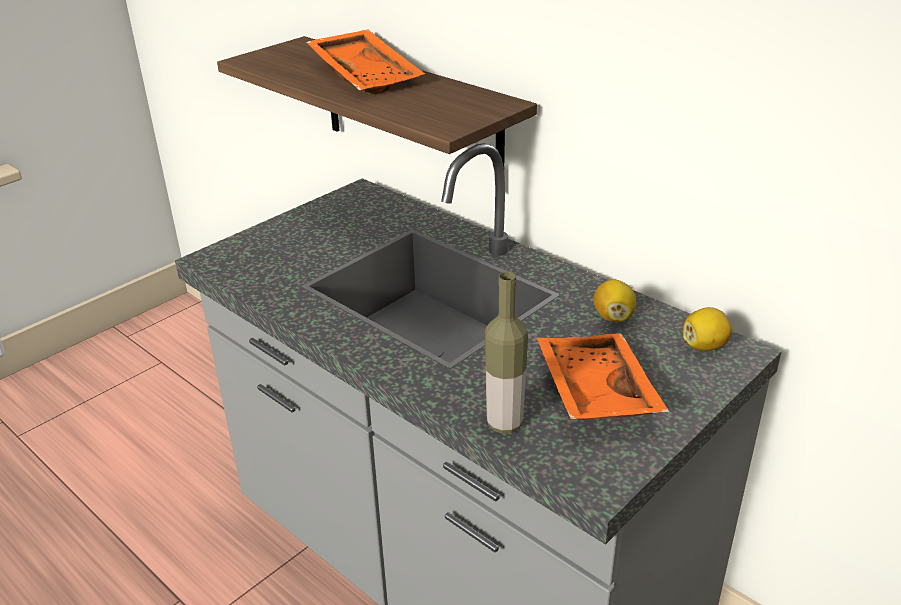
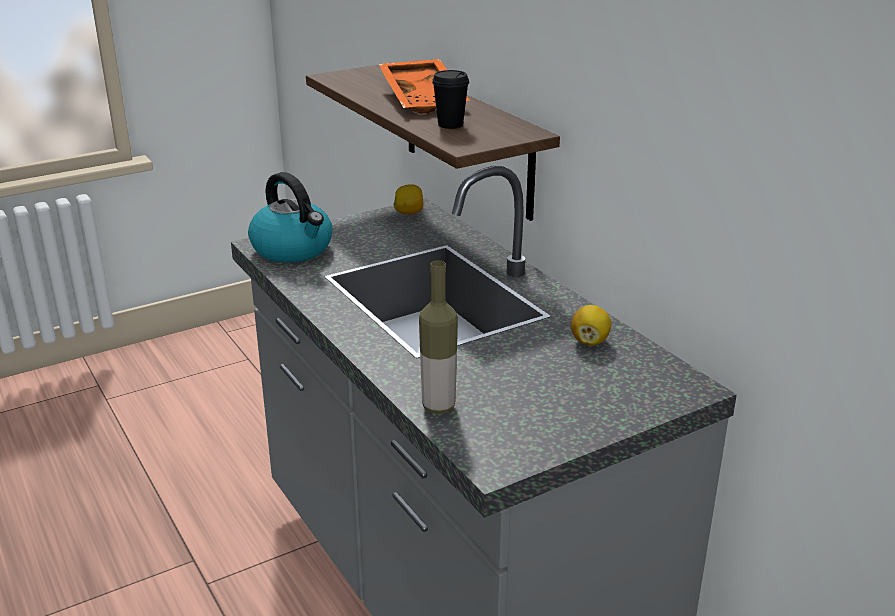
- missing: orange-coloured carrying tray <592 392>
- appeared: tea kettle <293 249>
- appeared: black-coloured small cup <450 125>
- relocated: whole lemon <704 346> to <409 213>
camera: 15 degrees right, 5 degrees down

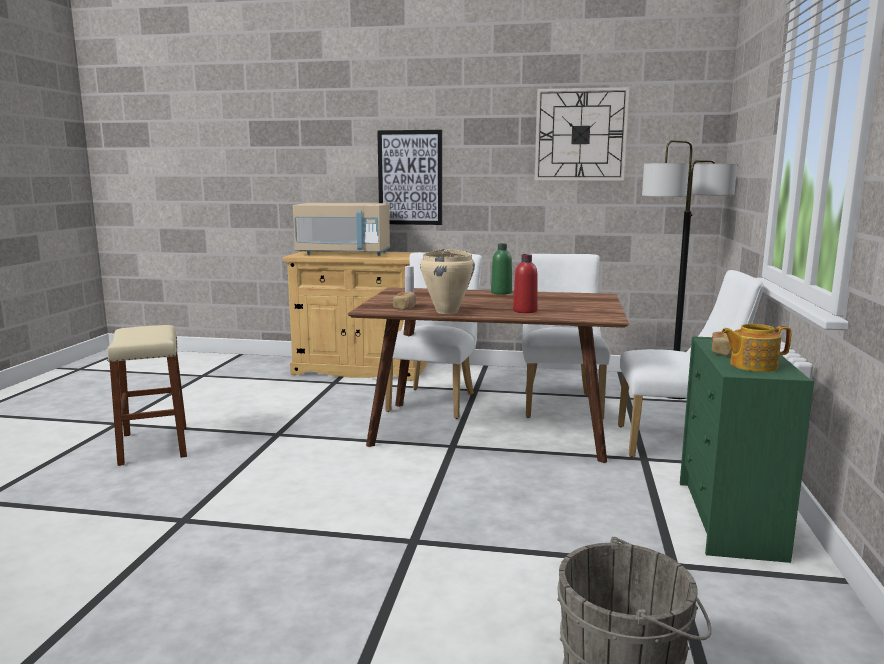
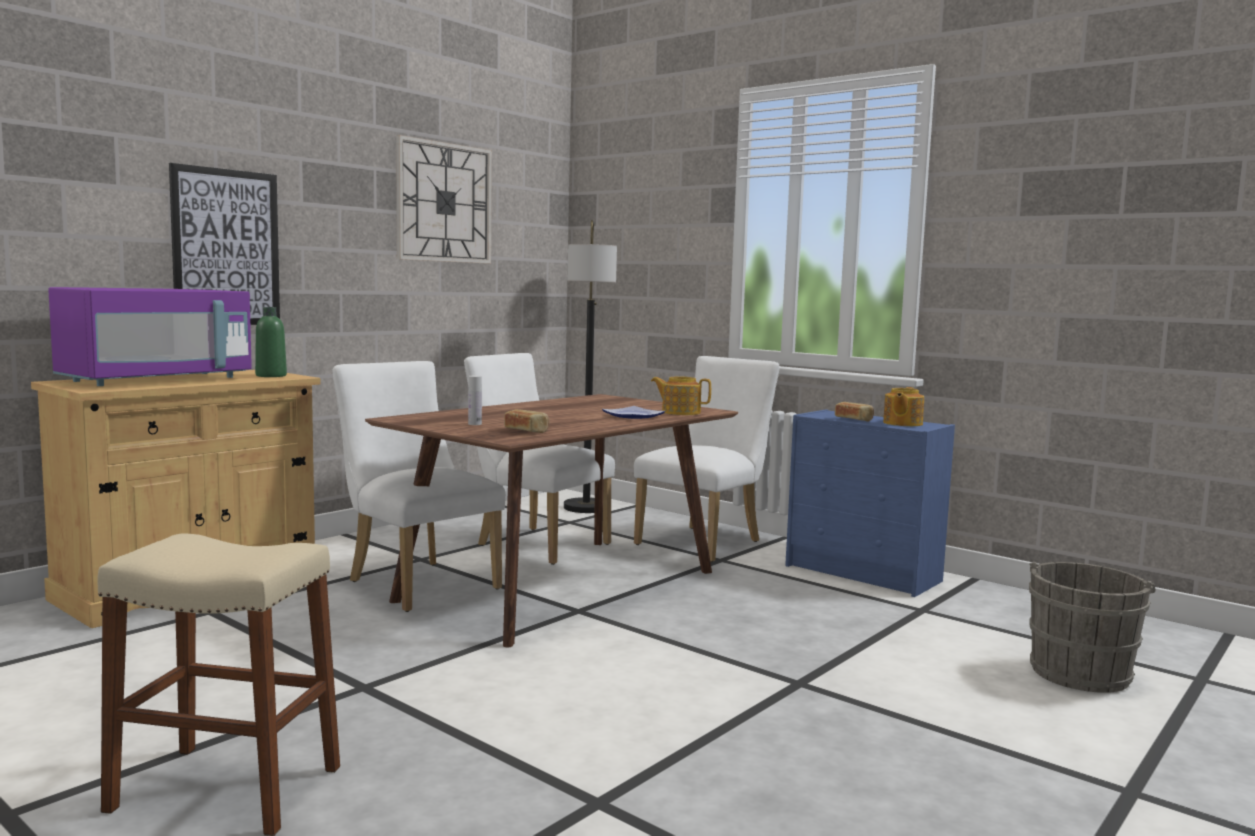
- missing: beige-coloured cooking pot <447 311>
- appeared: tea pot <680 412>
- relocated: green bottle <501 293> to <271 375>
- exchanged: red-coloured bottle <525 311> to flat dish <633 416>
- colour: beige-coloured microwave oven <344 254> to purplish microwave oven <157 380>
- colour: green drawer chest <729 520> to blue-coloured drawer chest <864 574>
camera: 60 degrees left, 5 degrees down

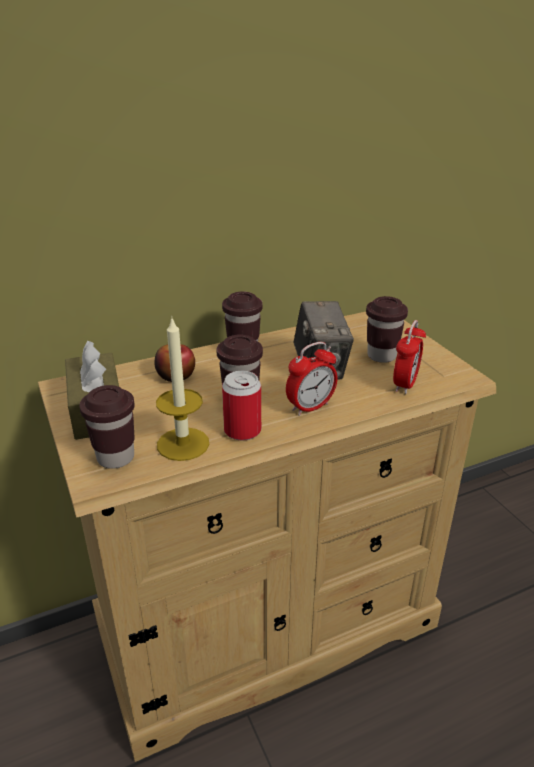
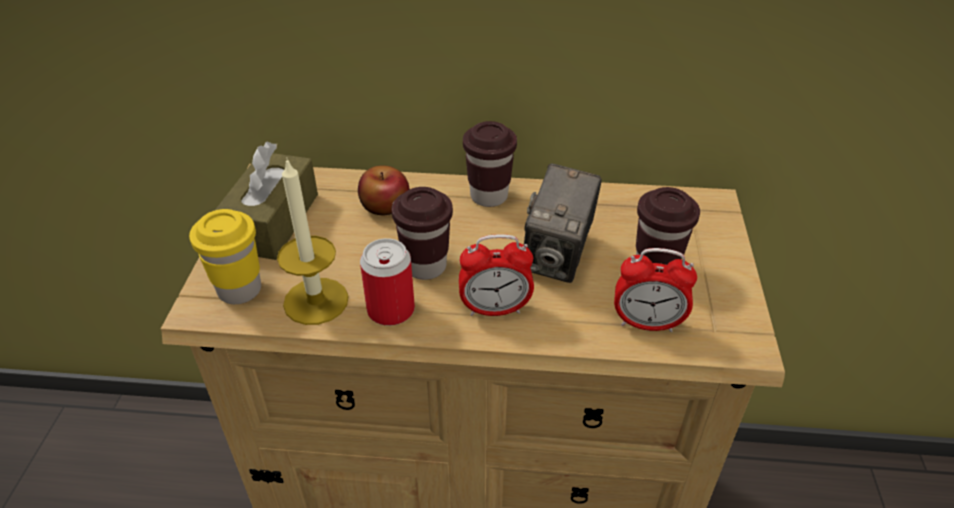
- colour: brownish small cup <115 457> to yellow small cup <239 290>
- spun: alarm clock <405 384> = <647 323> 45 degrees clockwise
camera: 30 degrees right, 10 degrees up

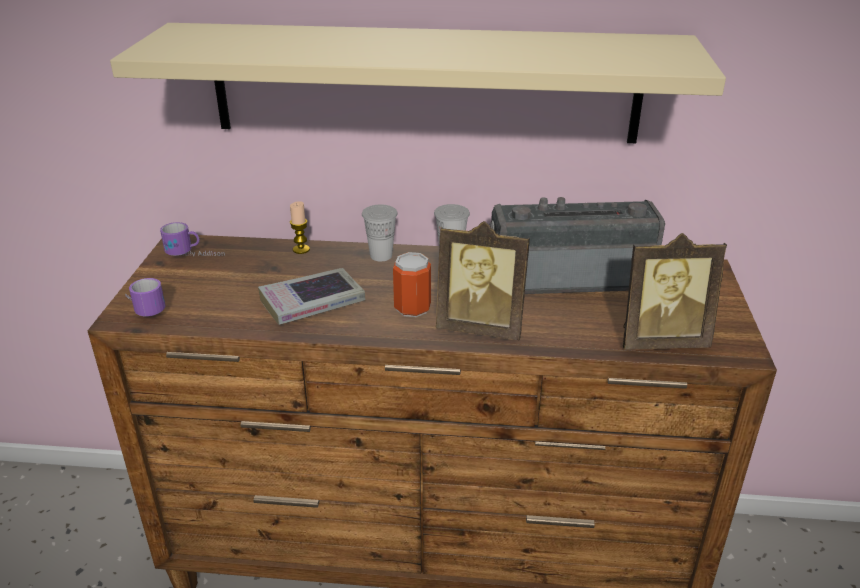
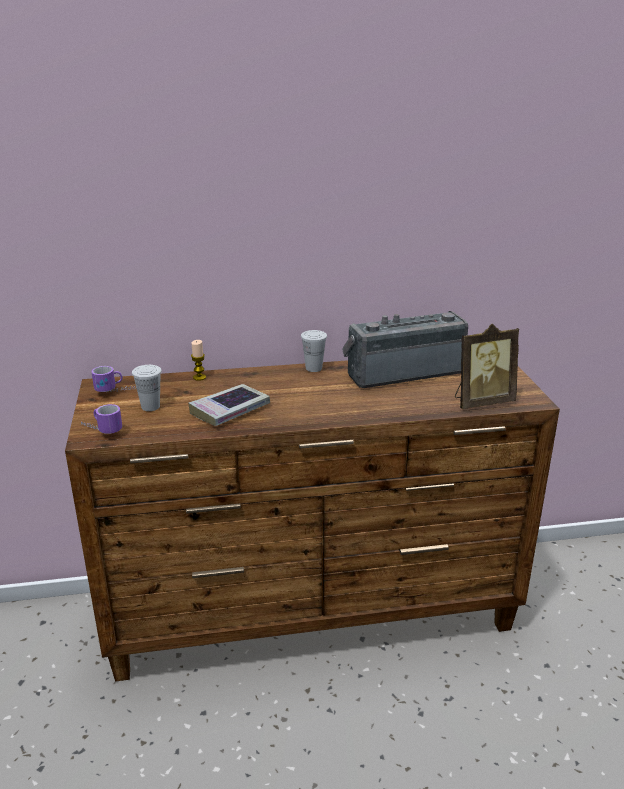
- missing: beige-coloured bracket shelf <424 83>
- missing: sealed can <412 308>
- missing: standing frame <481 327>
- relocated: whitish small cup <381 256> to <150 407>
camera: 15 degrees left, 5 degrees down

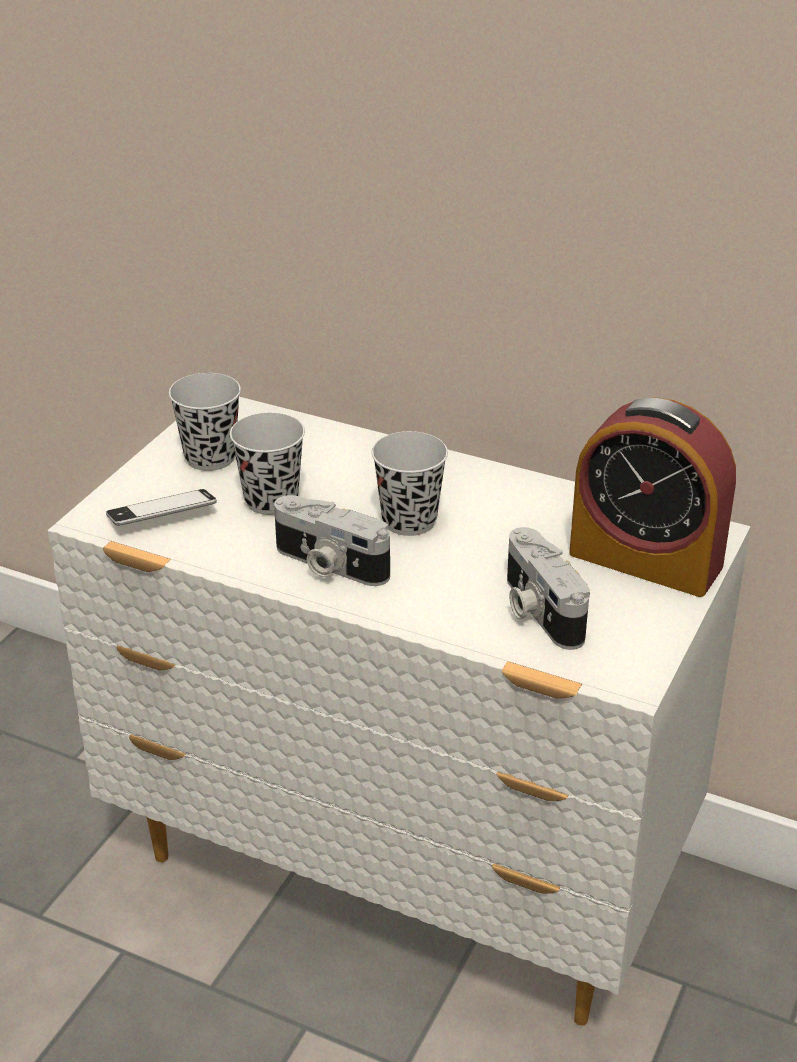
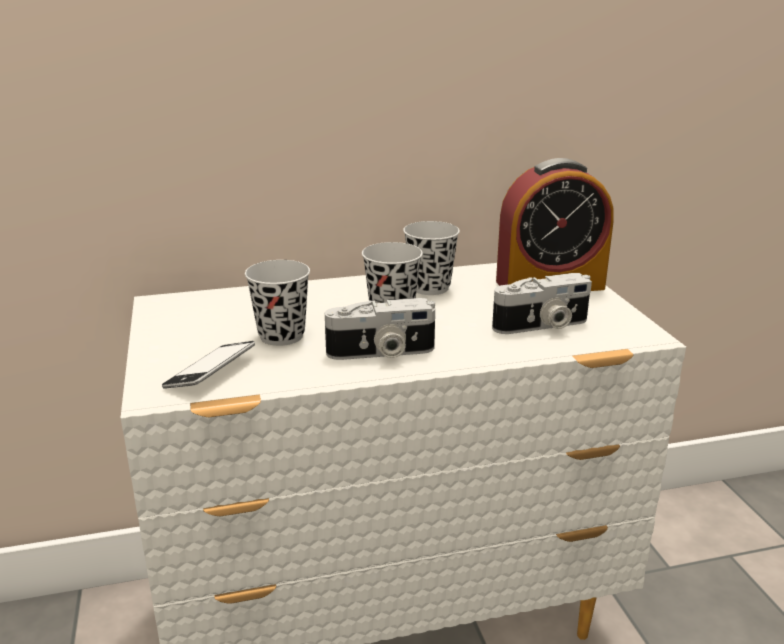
- relocated: black-coloured small cup <210 458> to <430 287>
- spun: photo camera <538 610> = <542 326> 45 degrees counterclockwise
camera: 40 degrees left, 10 degrees down

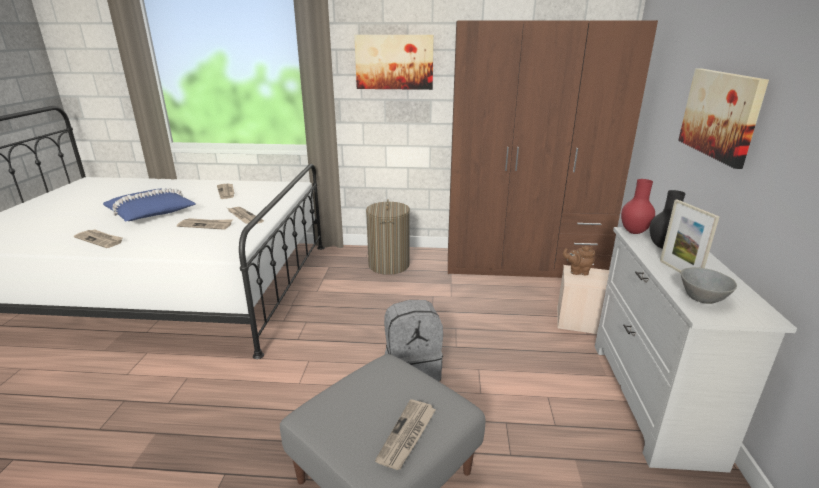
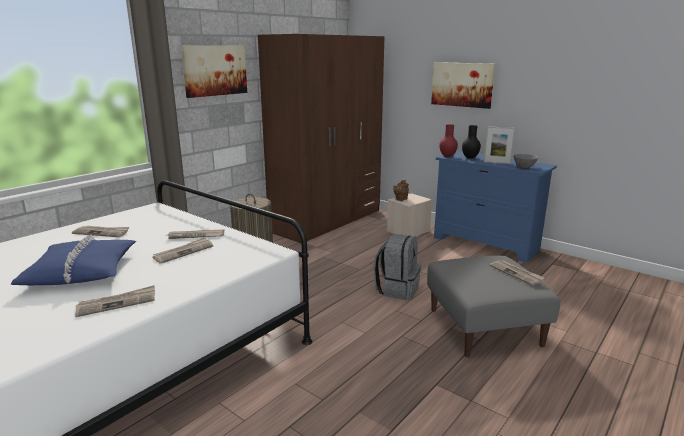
- colour: whitish drawer chest <651 399> to blue-coloured drawer chest <485 244>
camera: 55 degrees left, 5 degrees down

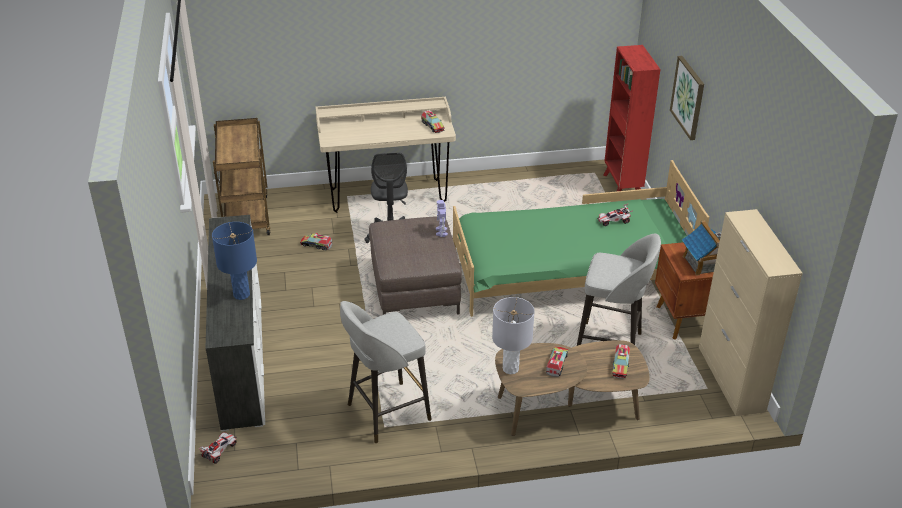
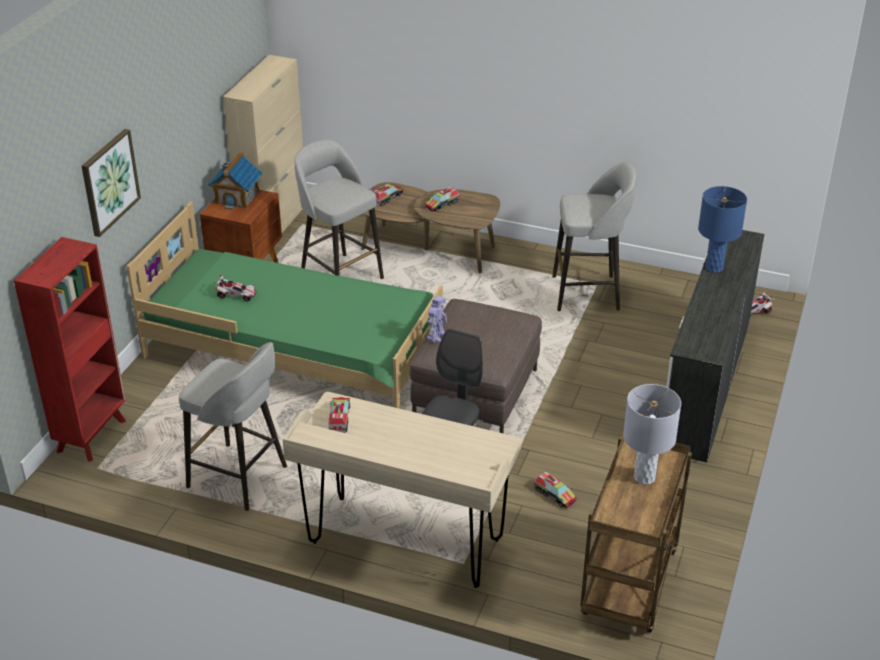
- appeared: grey stool <239 478>
- relocated: grey lamp for a table <510 368> to <644 477>
camera: 150 degrees left, 0 degrees up

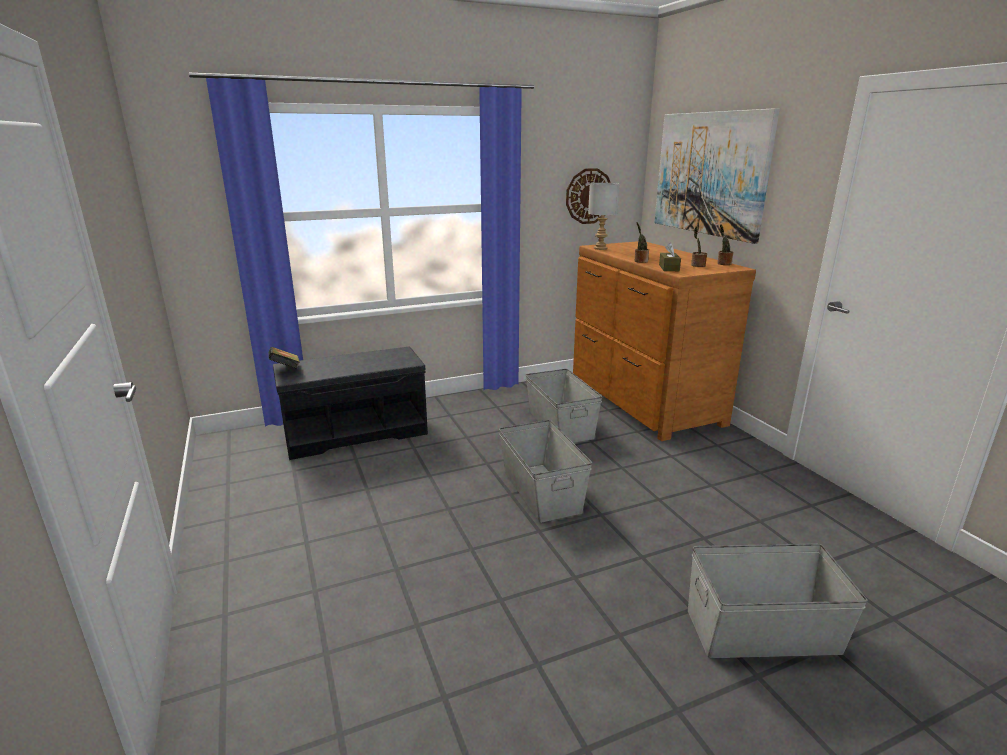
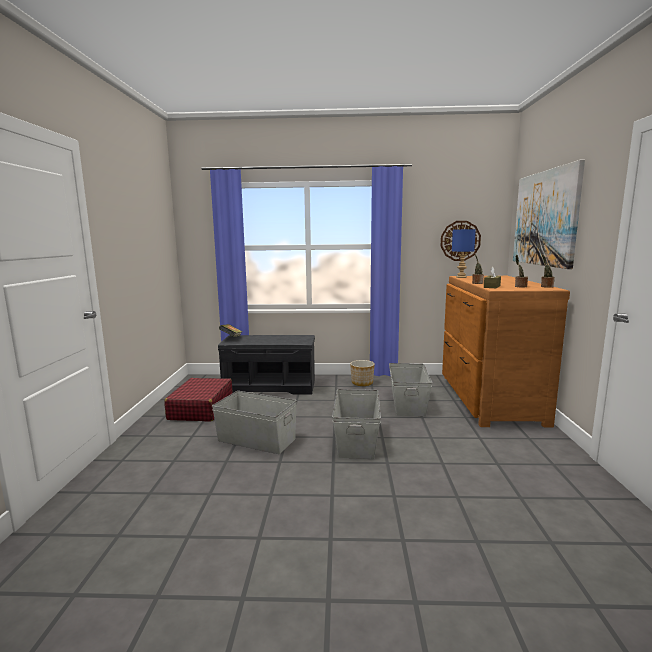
- appeared: red-coloured piece of luggage <201 408>
- appeared: flower pot <362 383>
- relocated: grey storage container <763 632> to <256 440>
- colour: grey lamp for a table <601 248> to blue-coloured lamp for a table <461 277>
camera: 25 degrees right, 10 degrees down

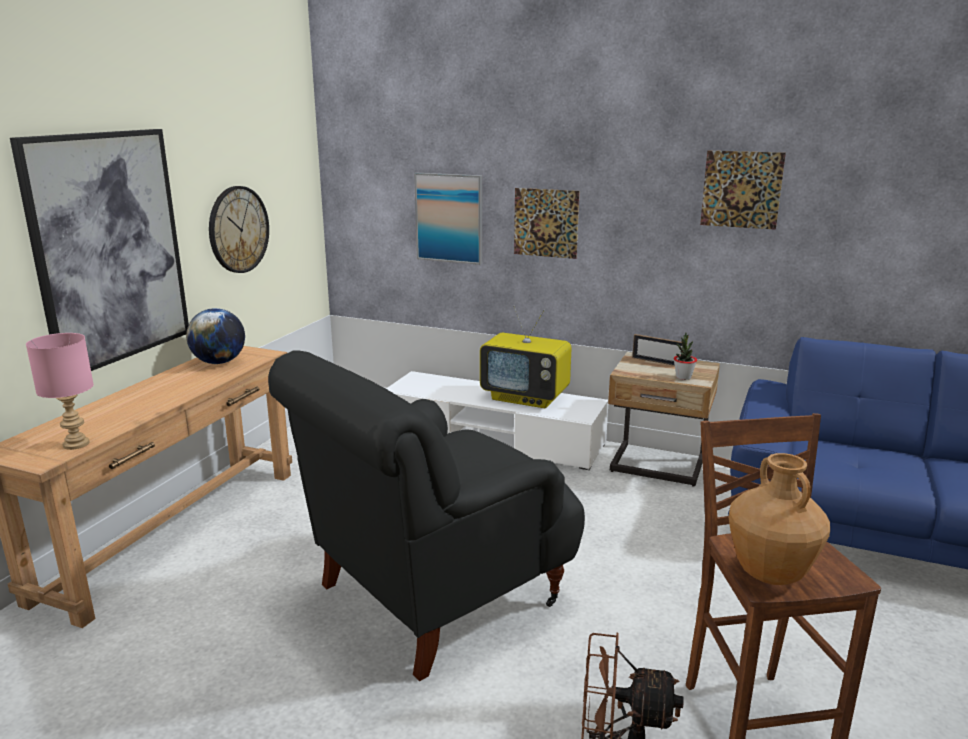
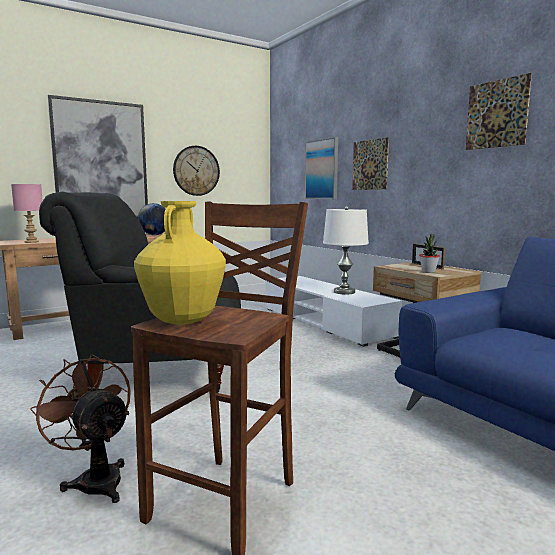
- exchanged: TV <526 398> to whitish lamp for a table <344 292>
- colour: brownish flower vase <769 574> to yellow flower vase <183 321>
camera: 35 degrees right, 10 degrees down

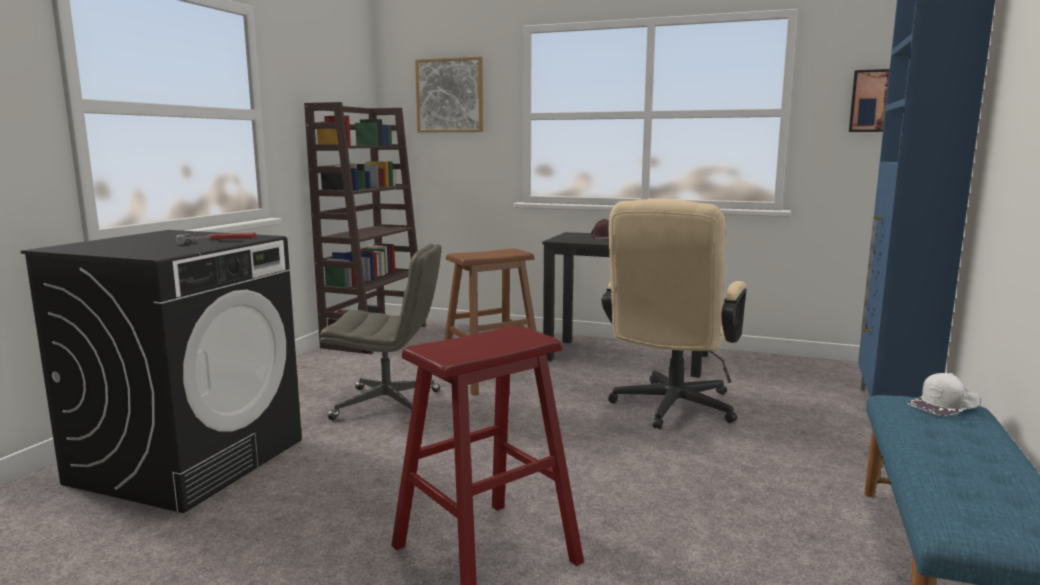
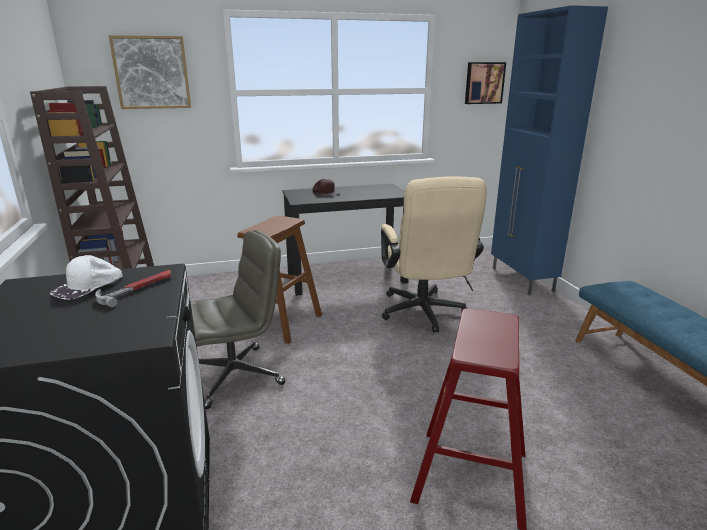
- relocated: whitish cap <945 406> to <89 286>
camera: 35 degrees left, 10 degrees up

